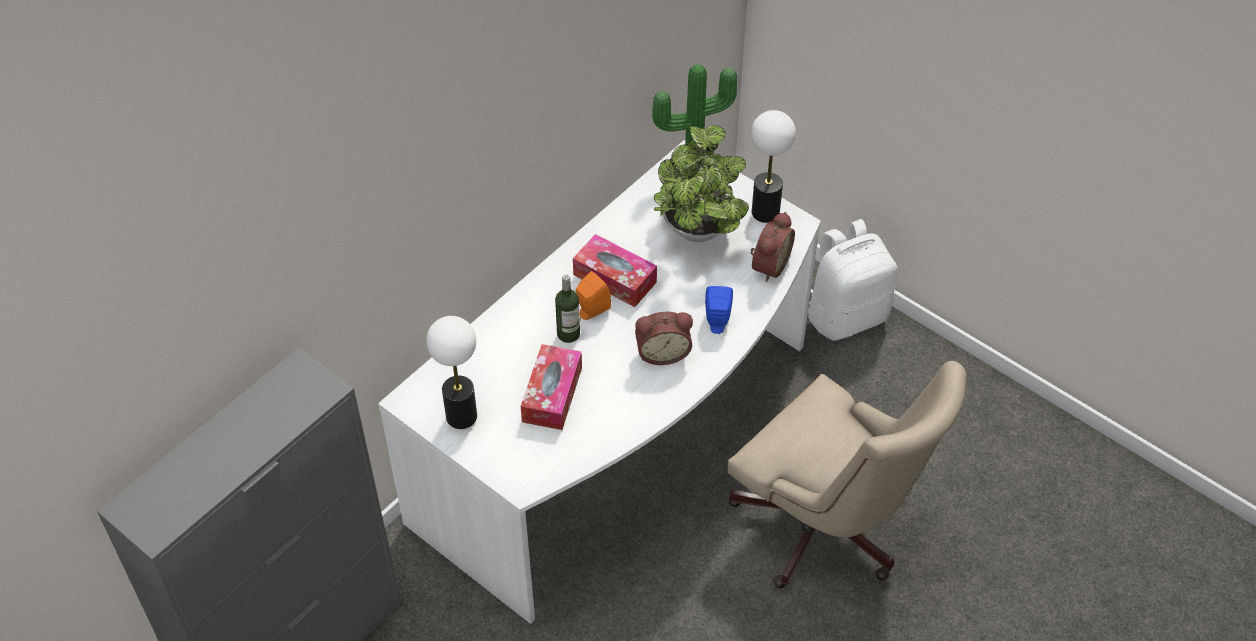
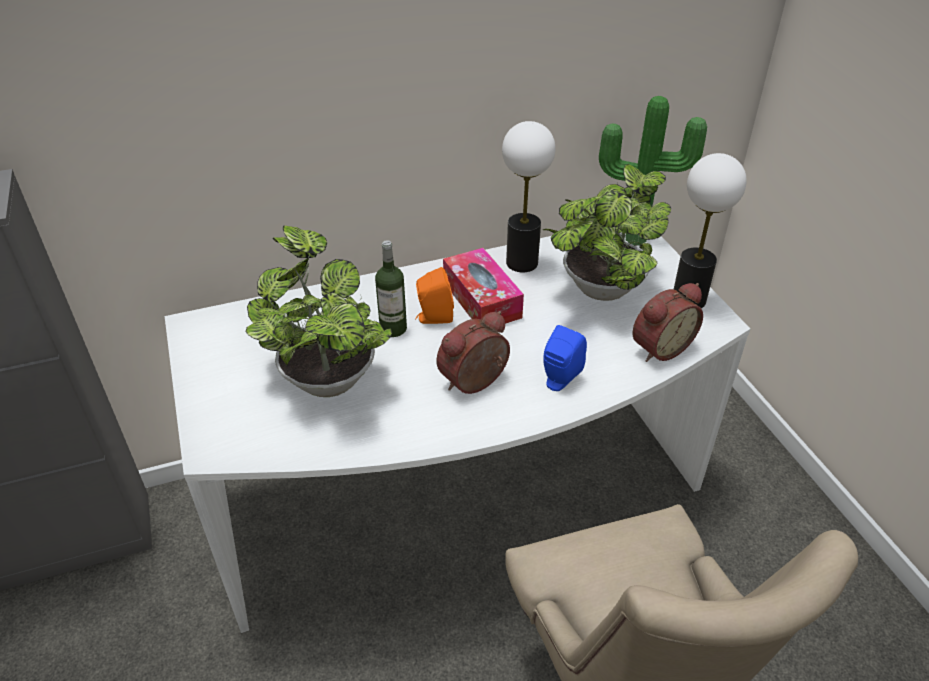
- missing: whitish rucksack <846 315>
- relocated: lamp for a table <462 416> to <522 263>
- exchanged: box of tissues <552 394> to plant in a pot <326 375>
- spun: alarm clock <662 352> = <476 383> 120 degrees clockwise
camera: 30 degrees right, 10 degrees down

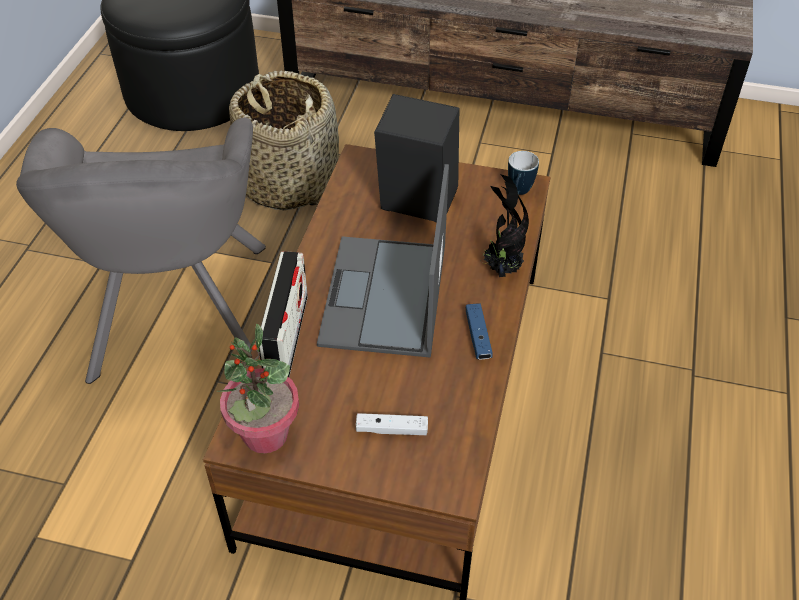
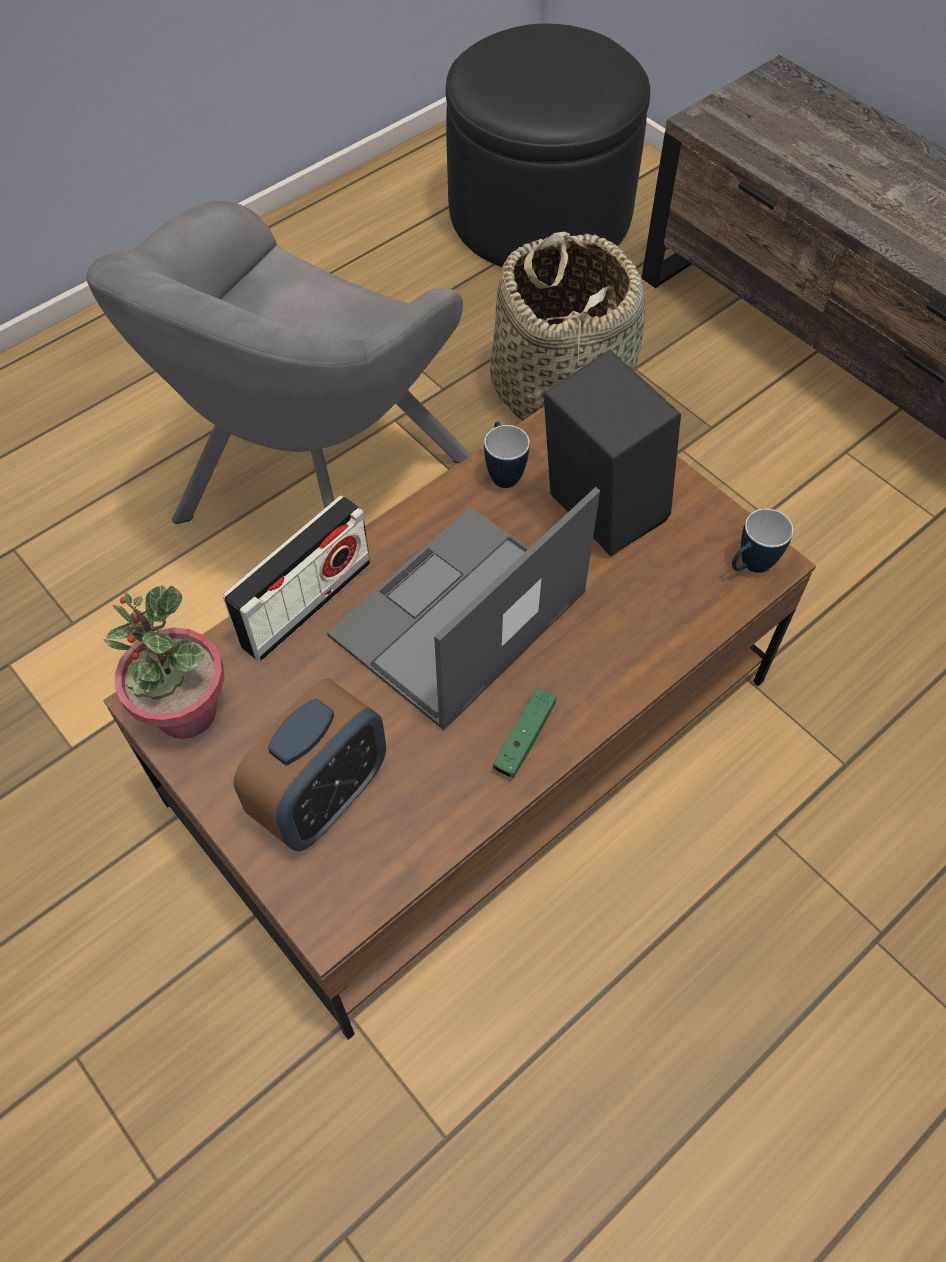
- missing: plant in a pot <500 269>
- appeared: coffee mug <503 472>
- exchanged: whitish joypad <392 429> to alarm clock <322 796>
- colour: blue-coloured joypad <478 337> to green joypad <524 738>
camera: 35 degrees right, 10 degrees up

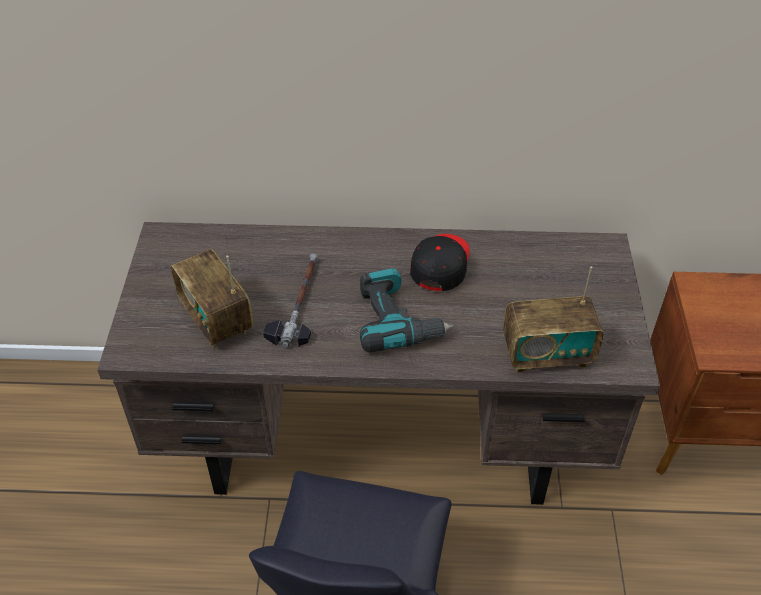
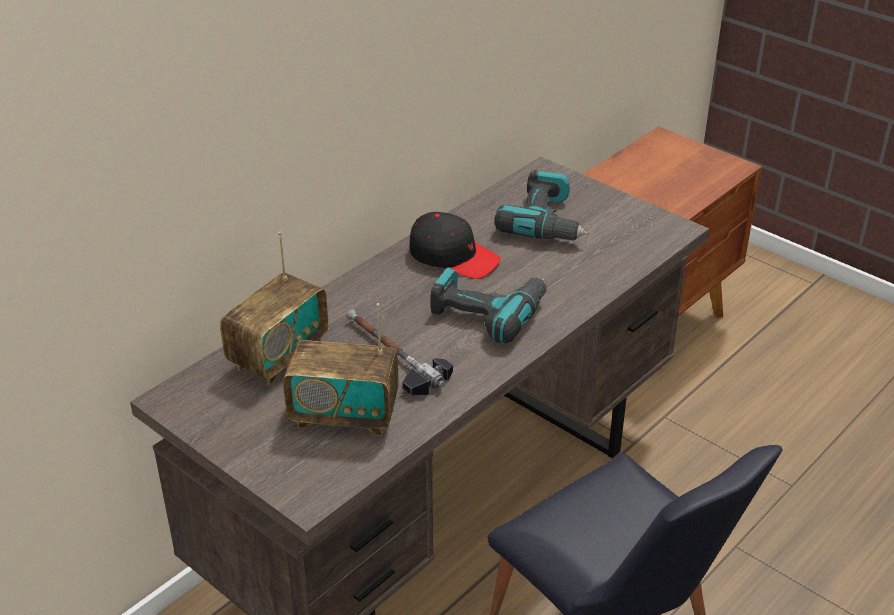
- appeared: electric drill <546 221>
- relocated: radio <547 354> to <278 355>
- spun: black-coloured cap <440 265> = <453 256> 150 degrees clockwise
camera: 50 degrees left, 10 degrees down

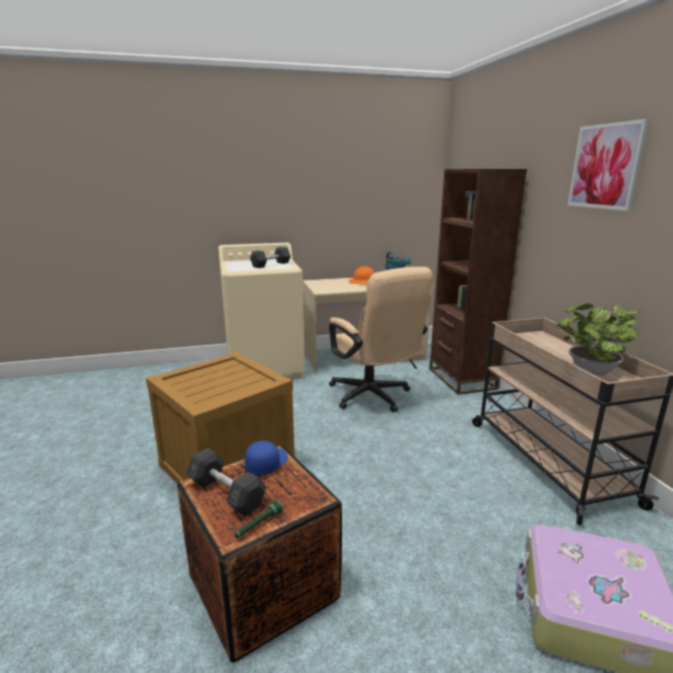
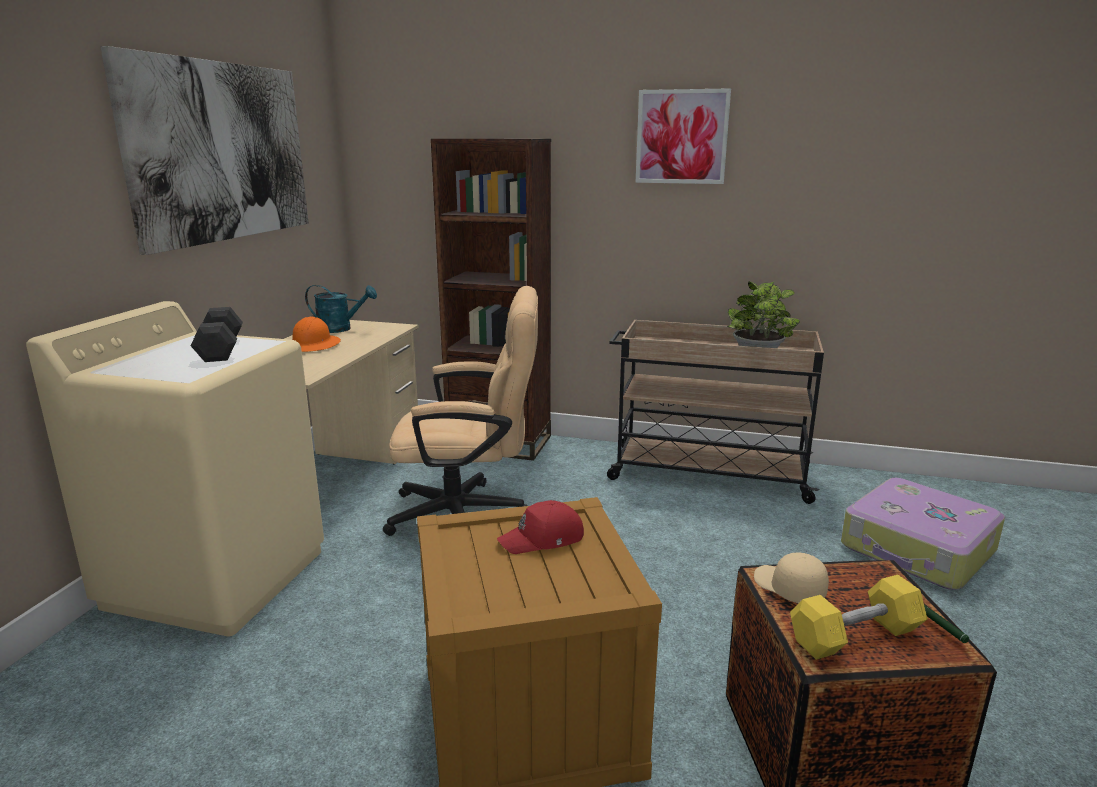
- appeared: wall picture <221 152>
- appeared: red-coloured cap <543 539>
- colour: grey dumbbell <226 493> to yellow dumbbell <854 636>
- colour: blue-coloured cap <266 463> to beige-coloured cap <788 588>
camera: 60 degrees left, 0 degrees up

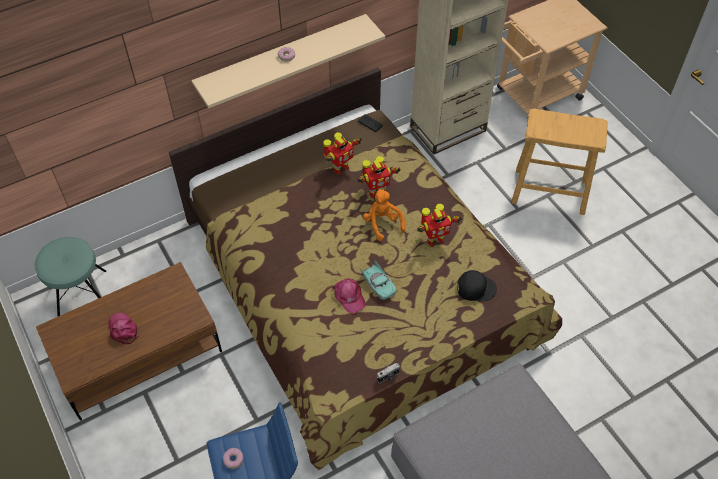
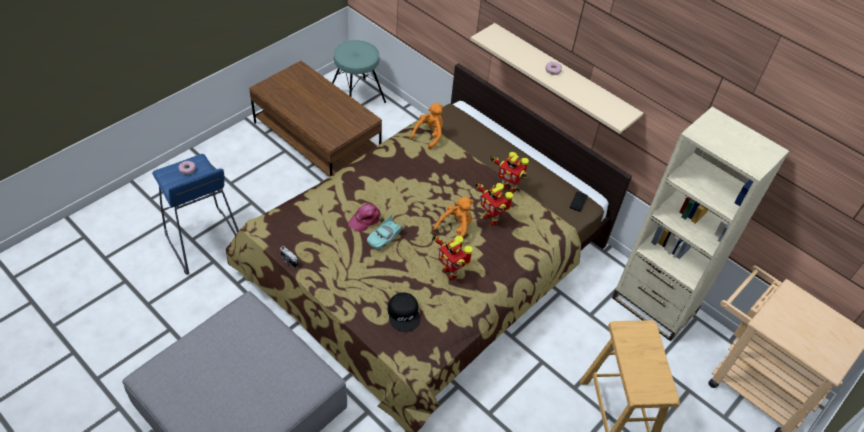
- missing: pink cap <123 330>
- appeared: orange-coloured plush toy <429 135>
camera: 70 degrees right, 5 degrees down

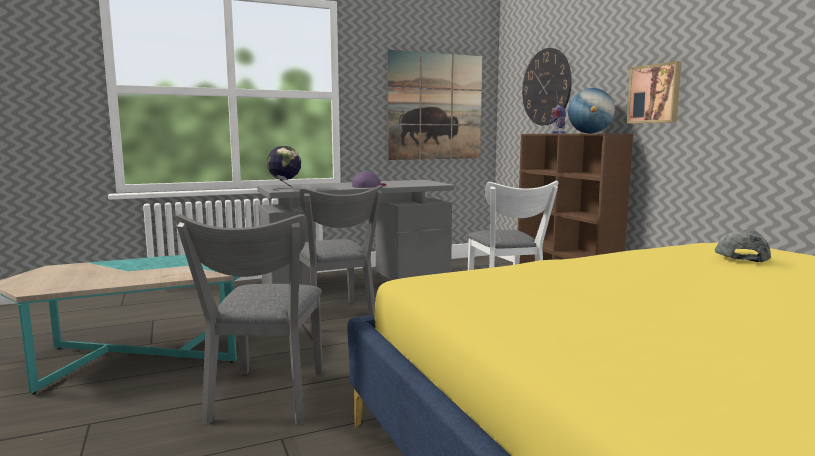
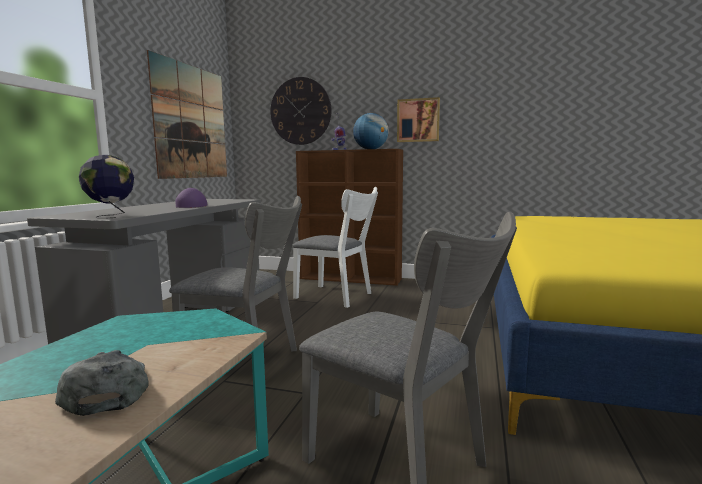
- relocated: grey cap <740 256> to <106 390>
camera: 50 degrees left, 0 degrees up

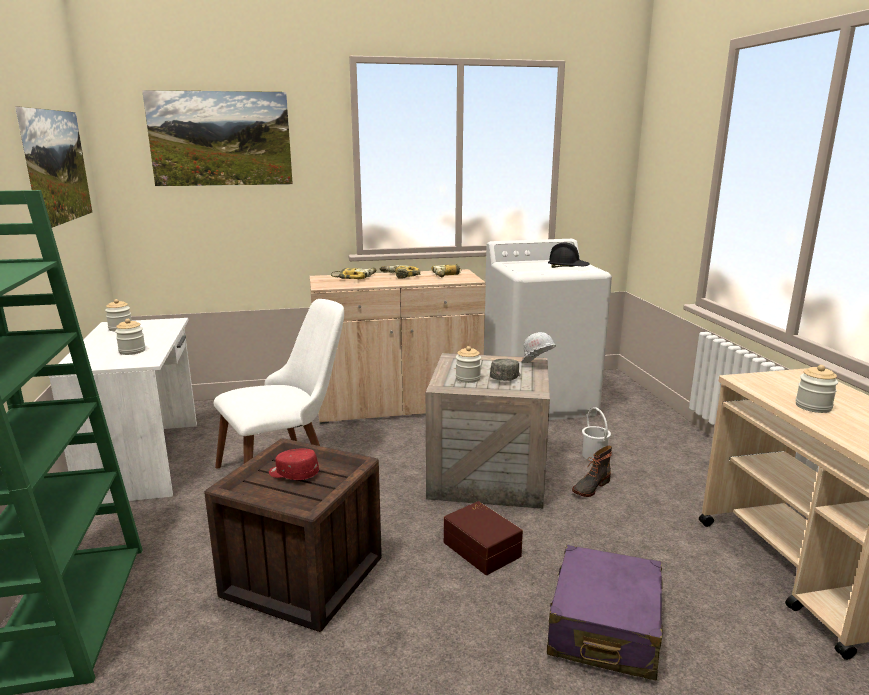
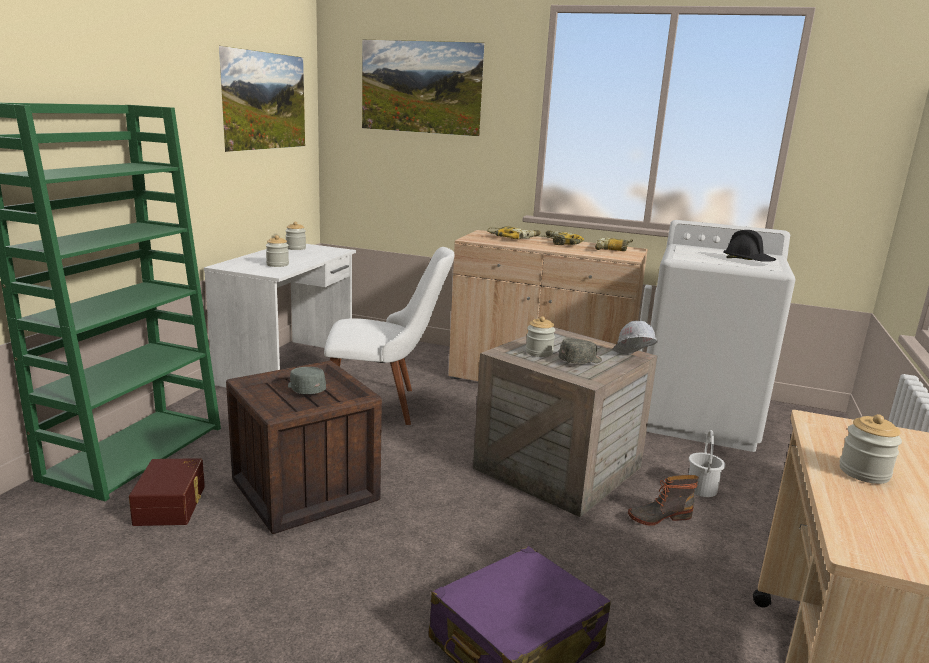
- relocated: brownish storage container <483 548> to <172 504>
- colour: red-coloured cap <293 474> to grey cap <305 389>
camera: 30 degrees right, 0 degrees up

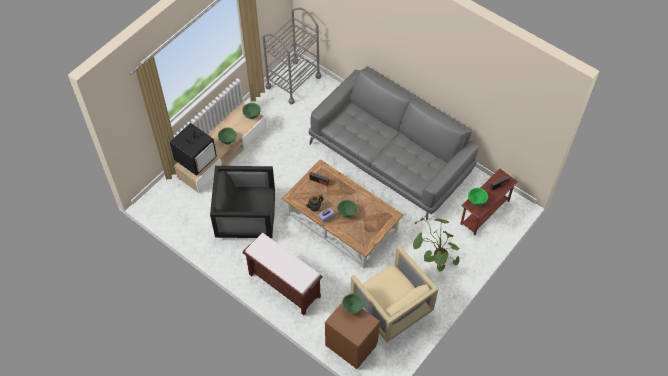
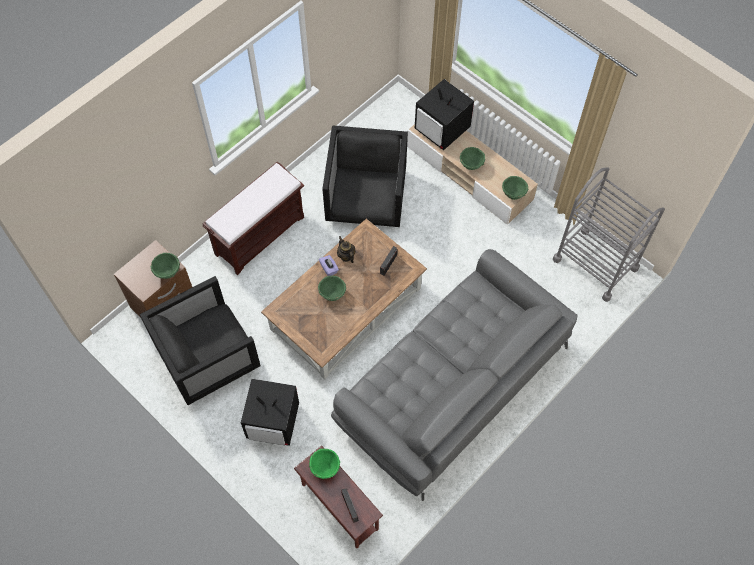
- exchanged: plant in a pot <434 257> to TV <274 422>
- colour: beige-coloured easy chair <391 306> to black-coloured easy chair <208 356>
camera: 95 degrees right, 5 degrees up

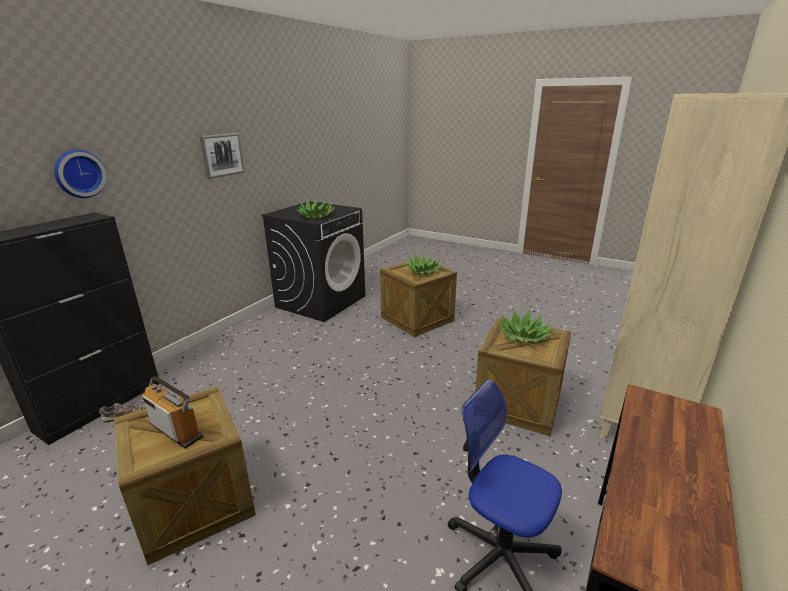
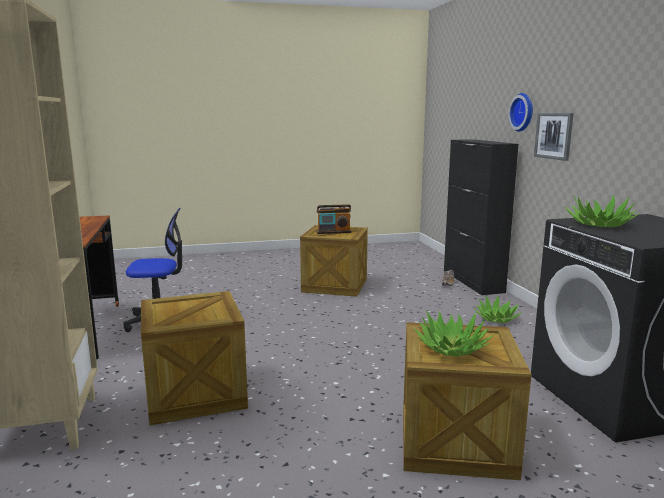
- relocated: wall picture <222 155> to <554 136>
- relocated: plant in a pot <522 337> to <496 319>
camera: 135 degrees right, 10 degrees down

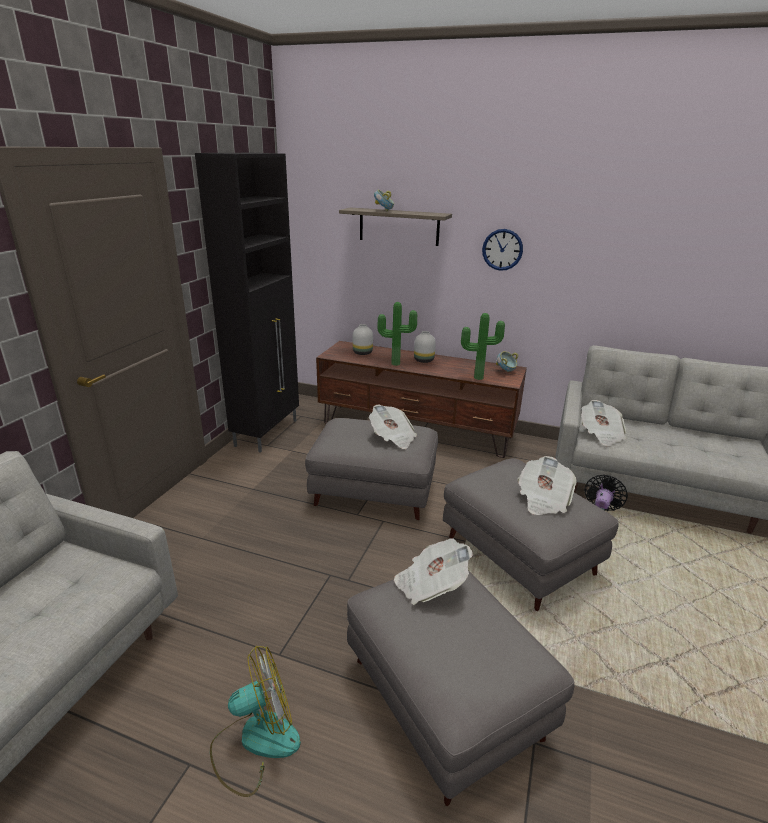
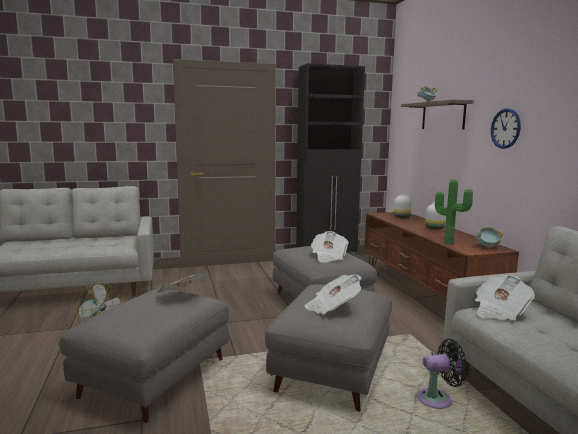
- missing: plant in a pot <395 363>
camera: 55 degrees right, 15 degrees down

